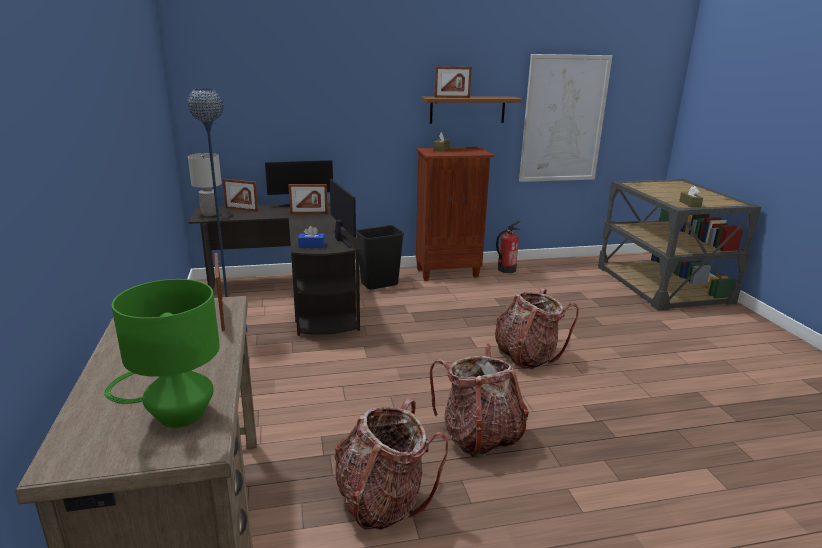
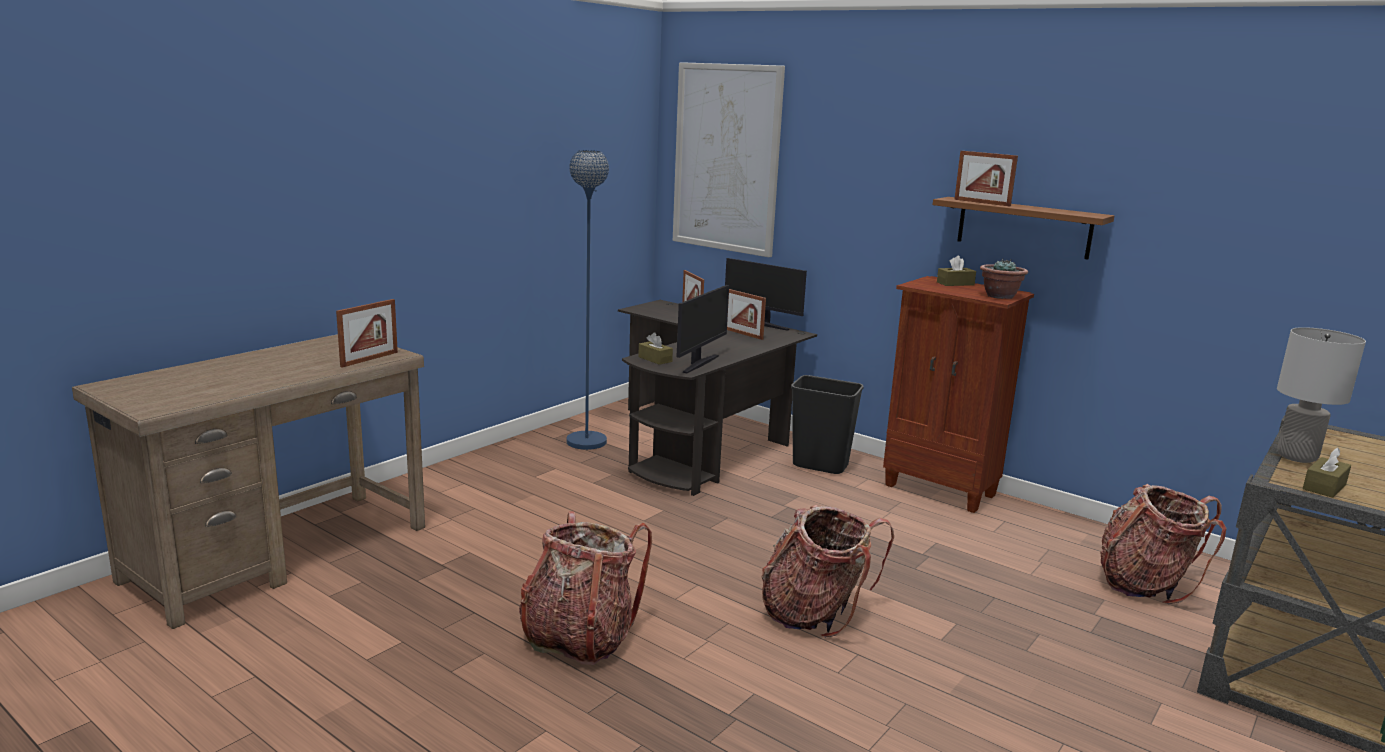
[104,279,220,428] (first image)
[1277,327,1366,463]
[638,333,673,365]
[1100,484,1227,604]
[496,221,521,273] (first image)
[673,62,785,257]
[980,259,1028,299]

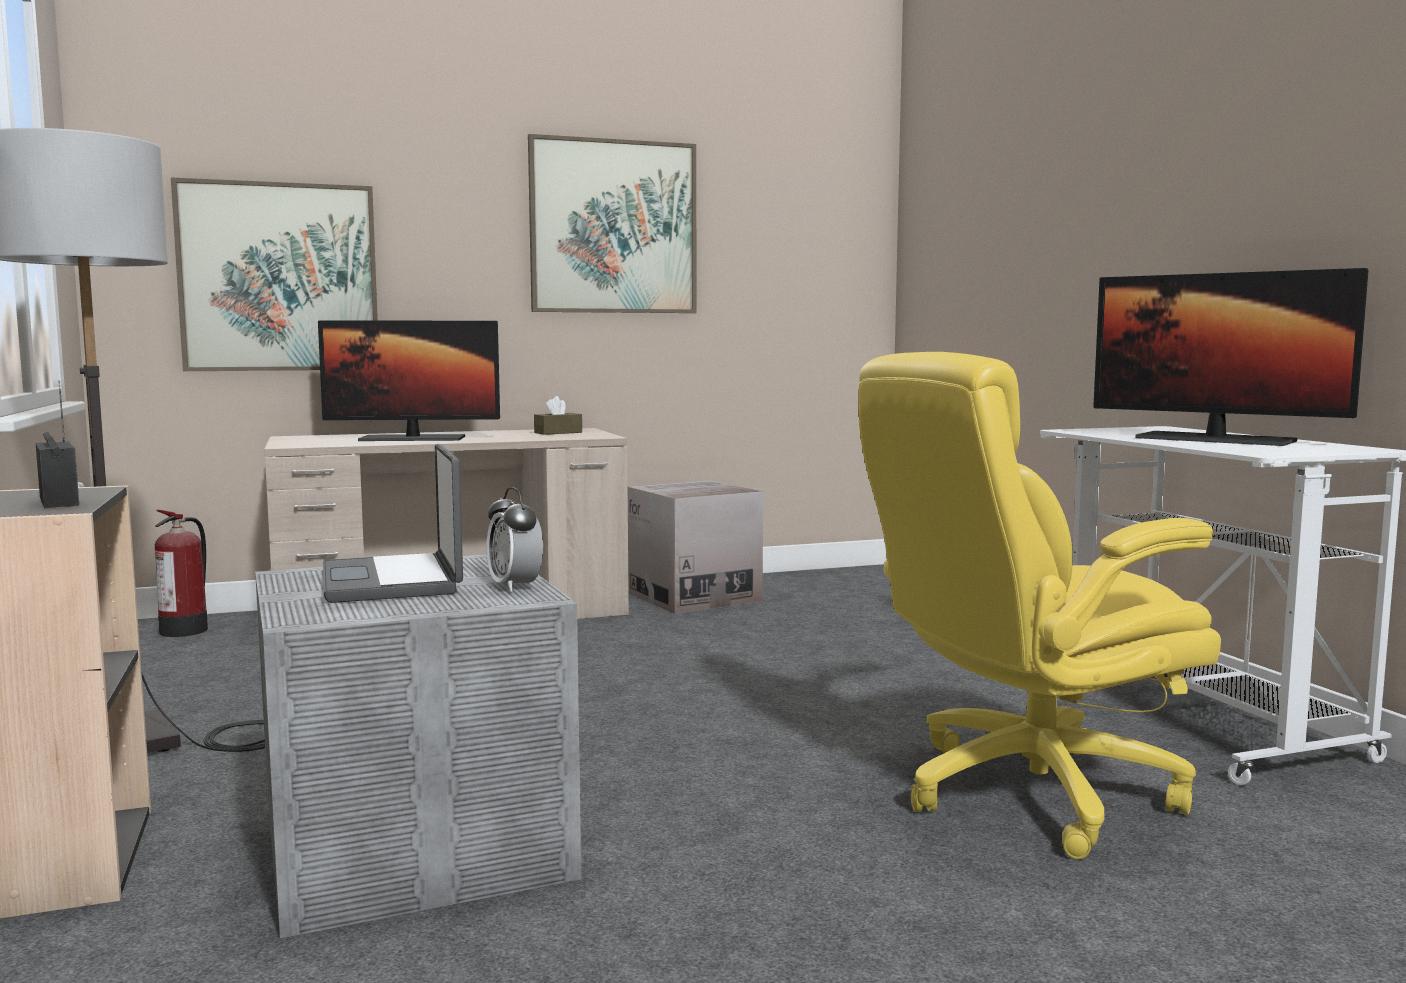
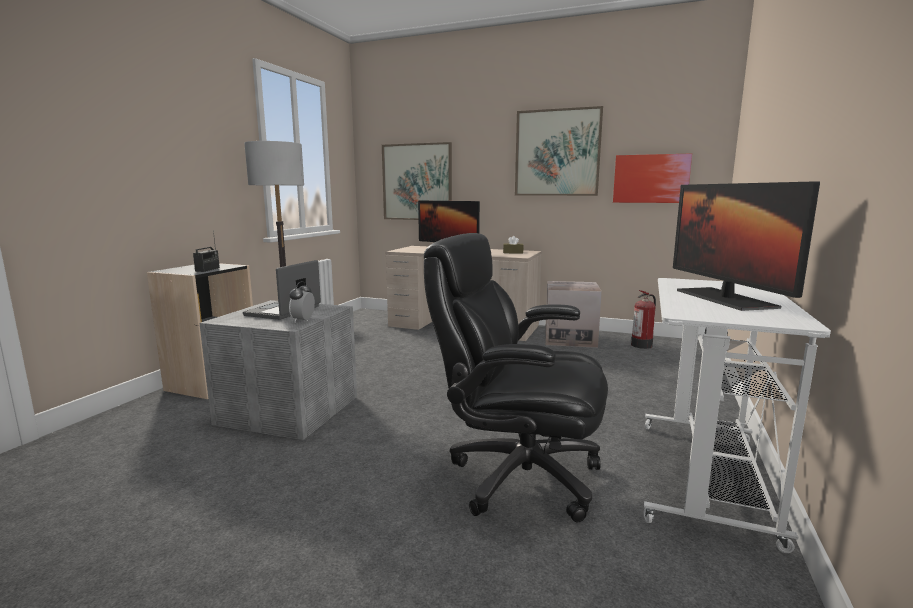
[631,290,656,349]
[424,233,608,522]
[613,153,692,203]

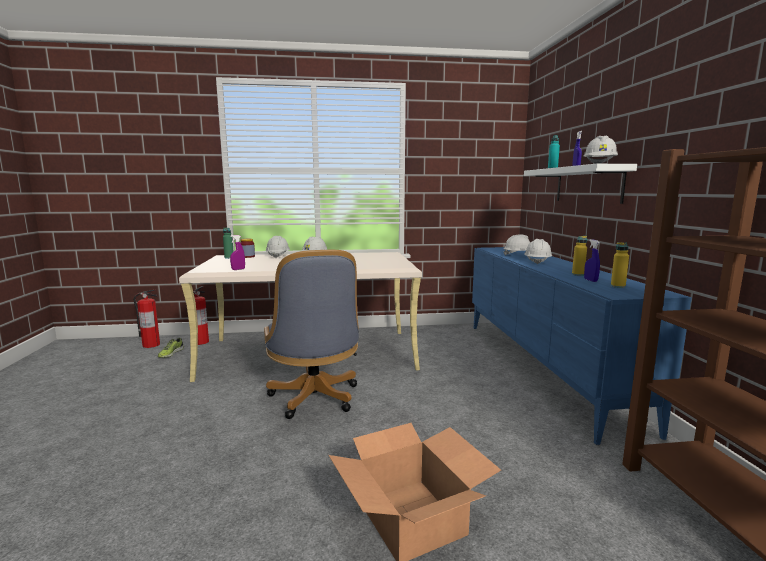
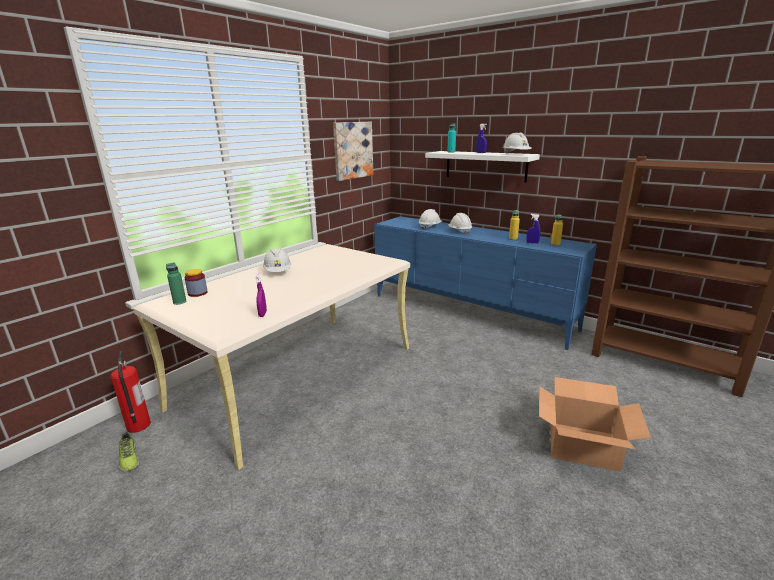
[133,289,160,348] (first image)
[264,250,359,419] (first image)
[266,236,290,258] (first image)
[333,122,373,181]

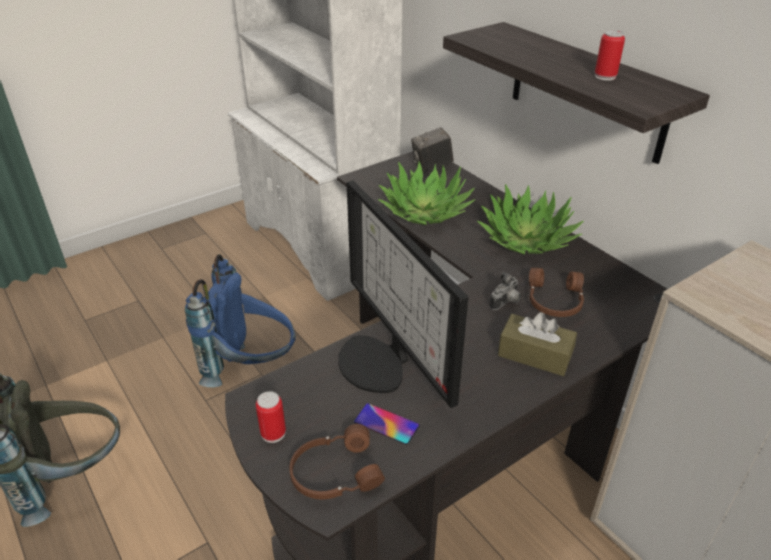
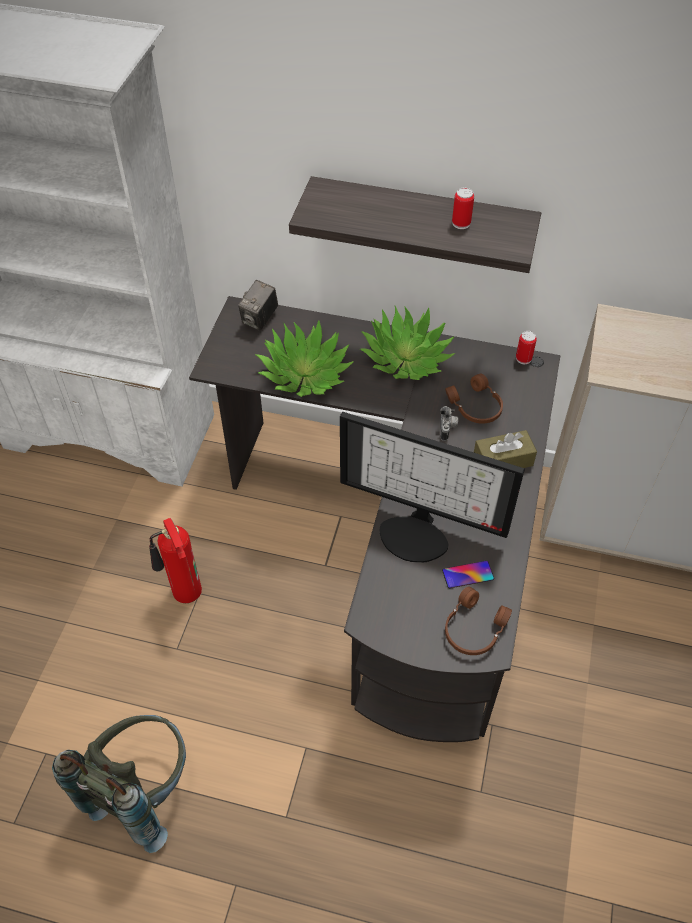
[149,518,202,603]
[516,331,537,364]

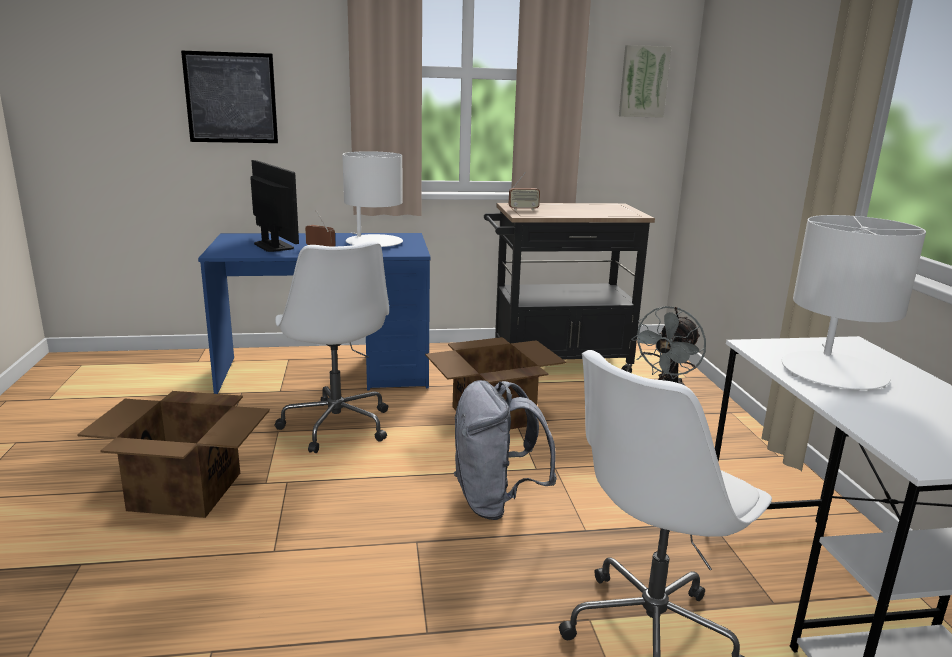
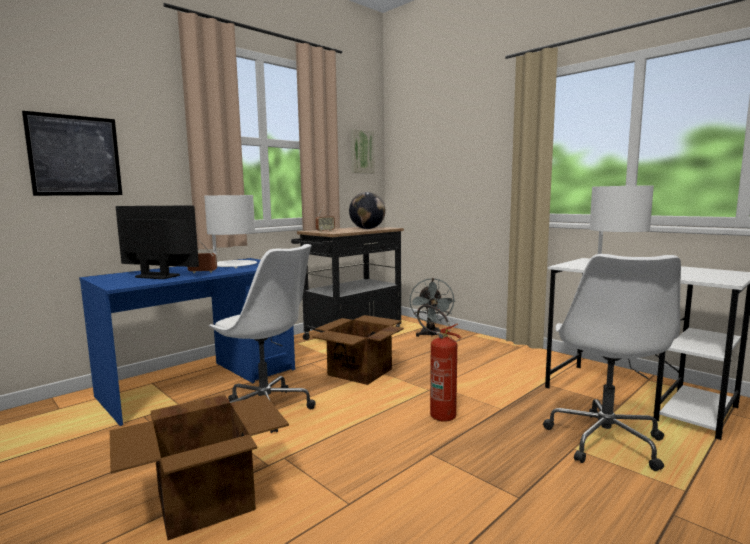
[417,305,461,422]
[349,192,386,229]

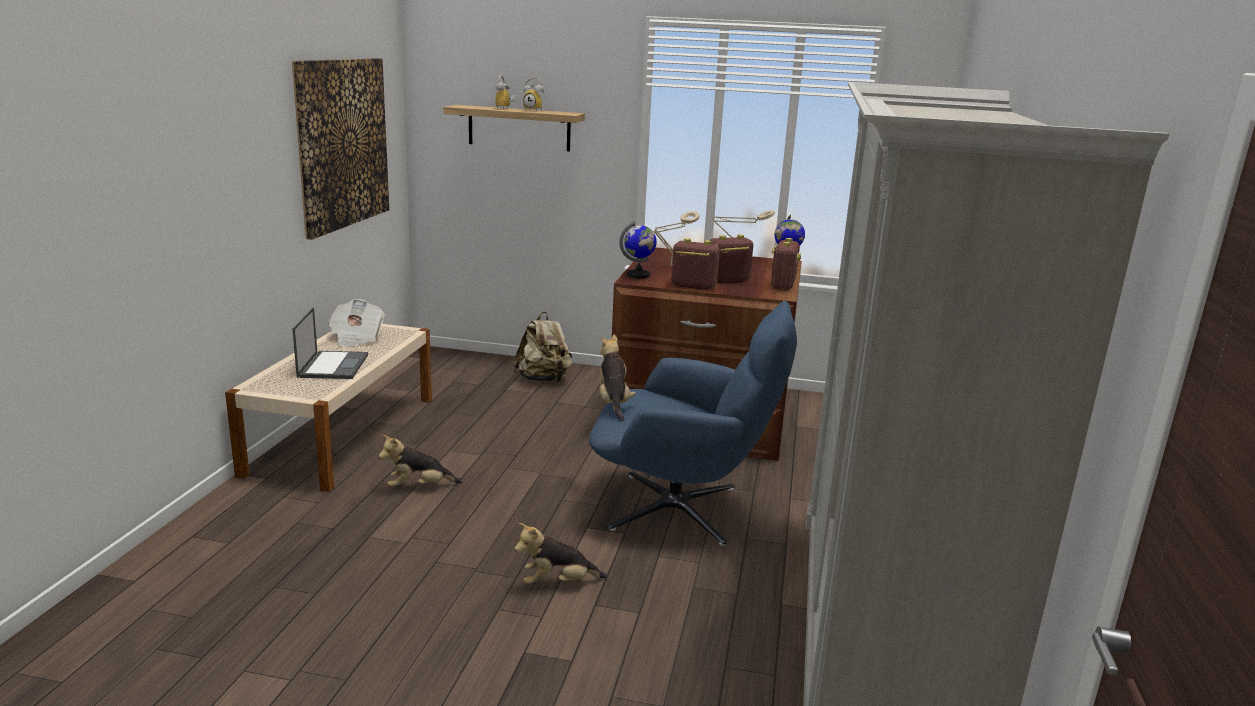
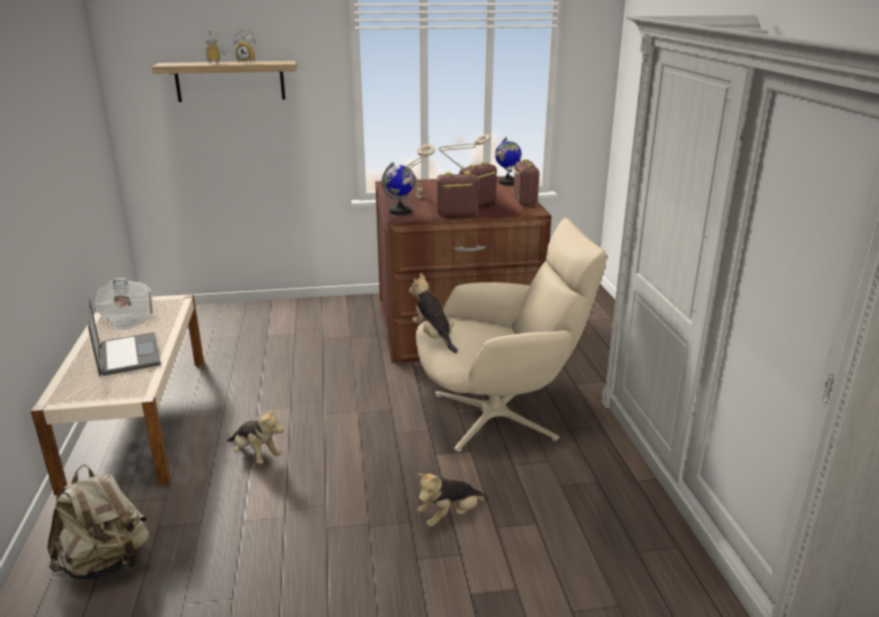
[292,58,389,240] (first image)
[227,408,283,464]
[47,464,149,579]
[416,218,607,452]

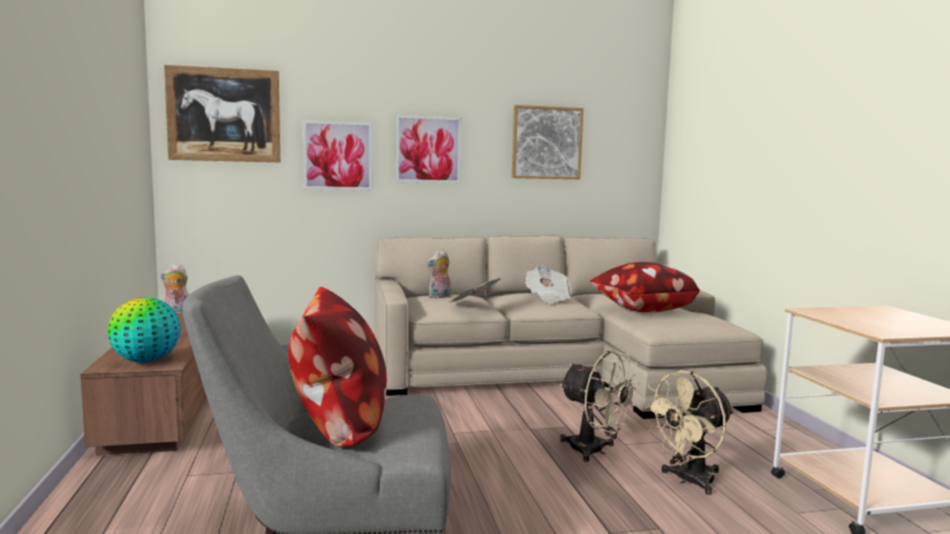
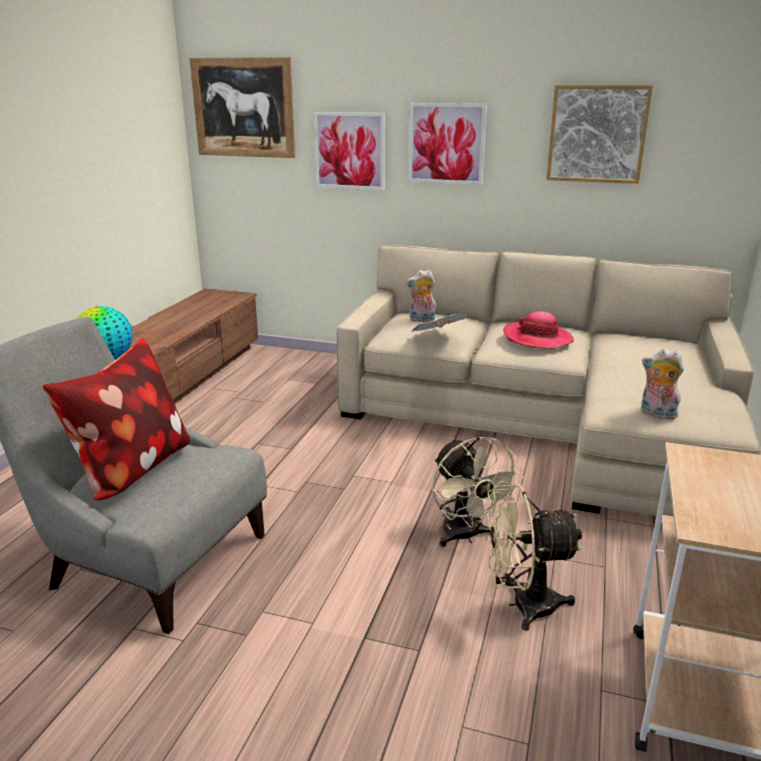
[641,349,684,419]
[503,311,574,349]
[590,262,700,313] (first image)

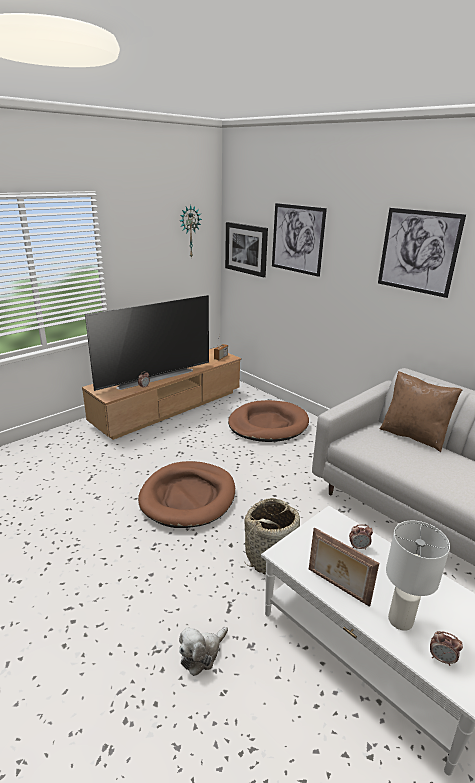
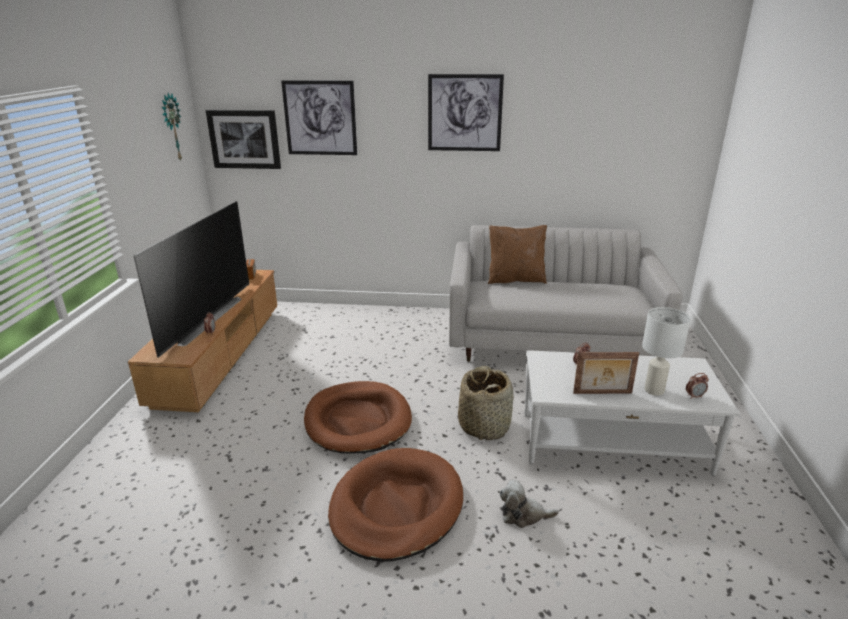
[500,480,559,528]
[328,448,463,562]

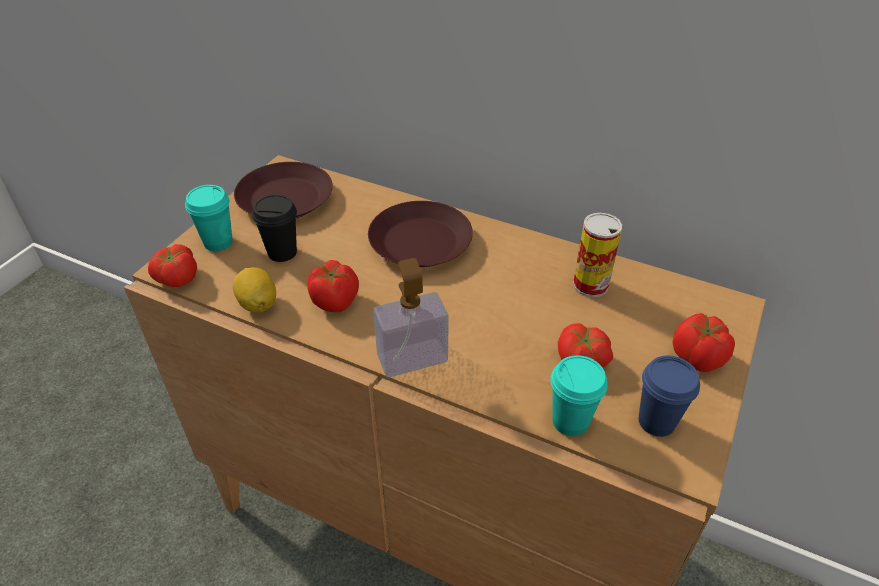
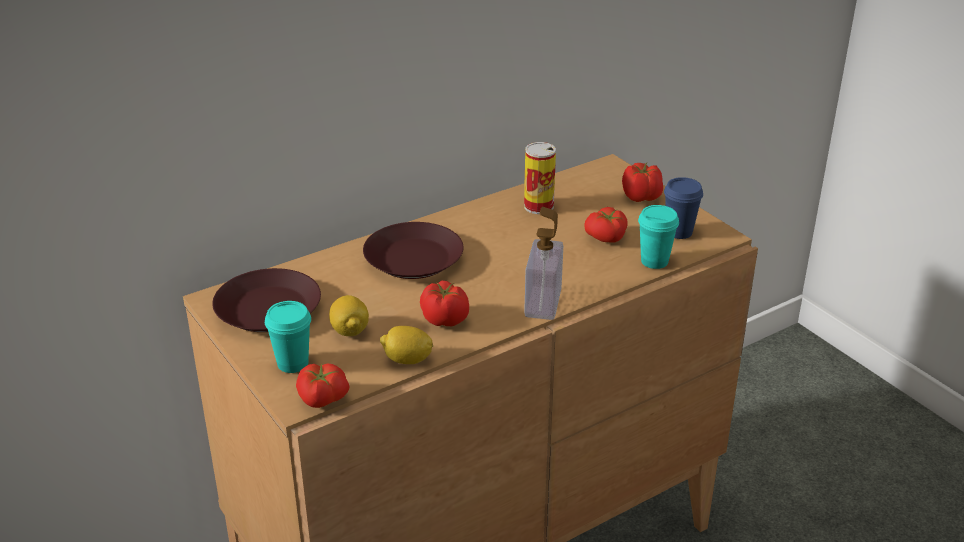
[329,295,369,336]

